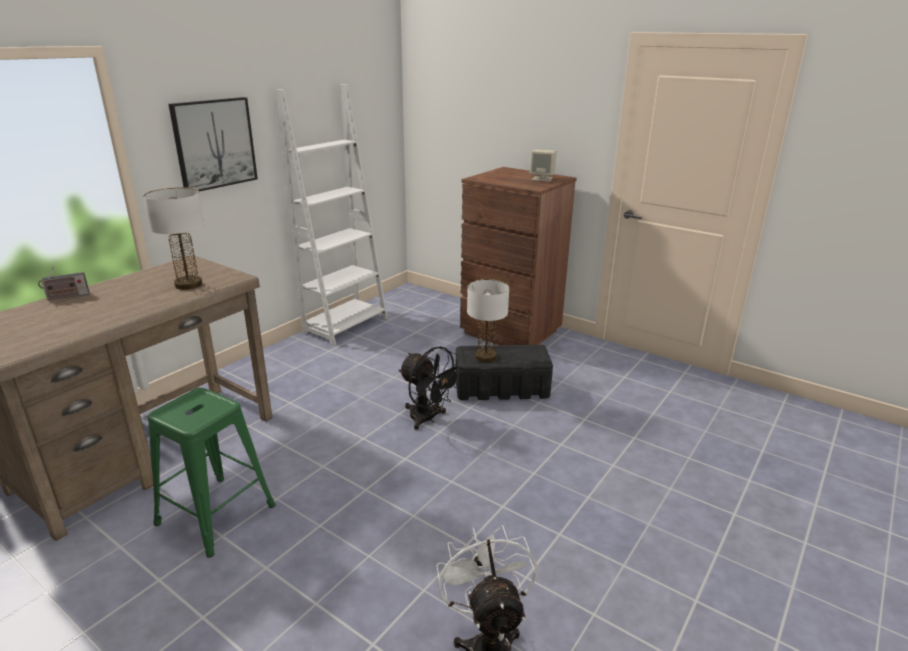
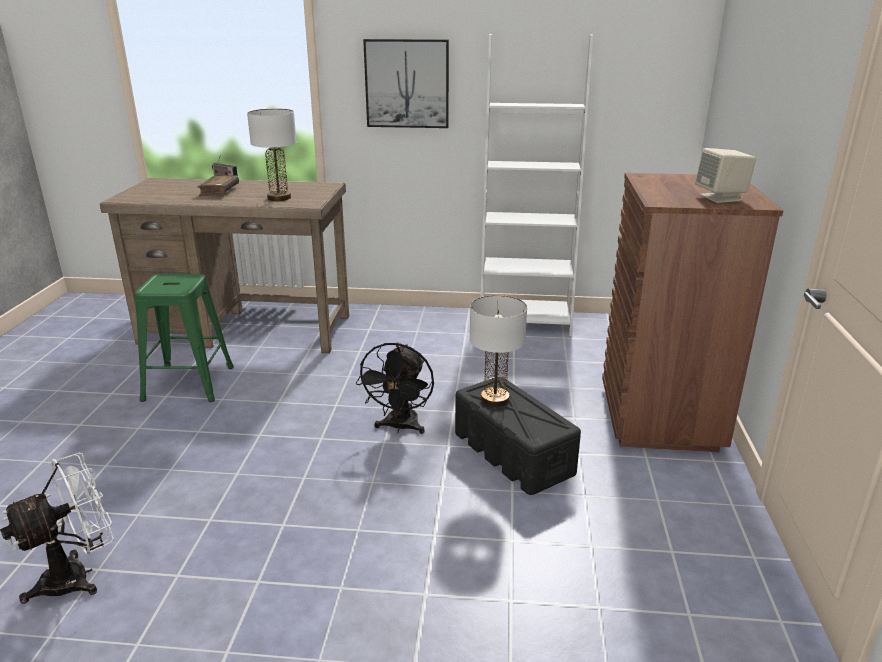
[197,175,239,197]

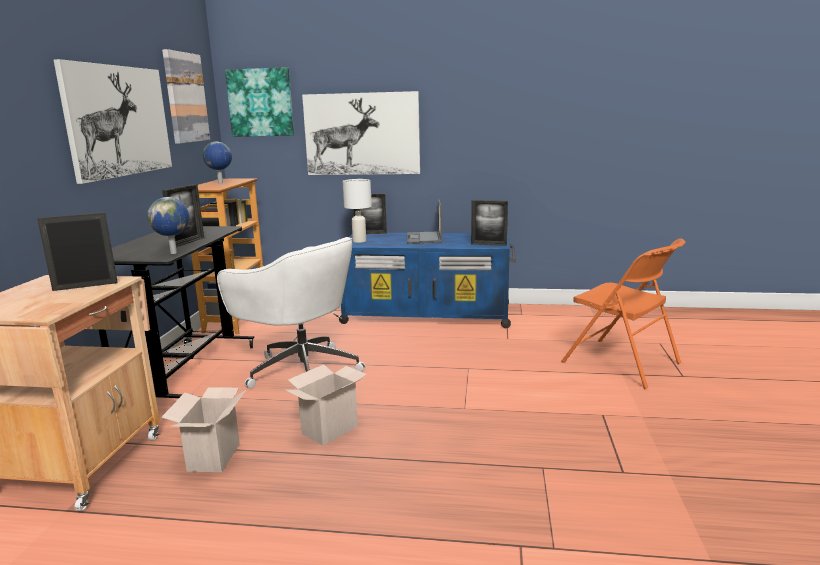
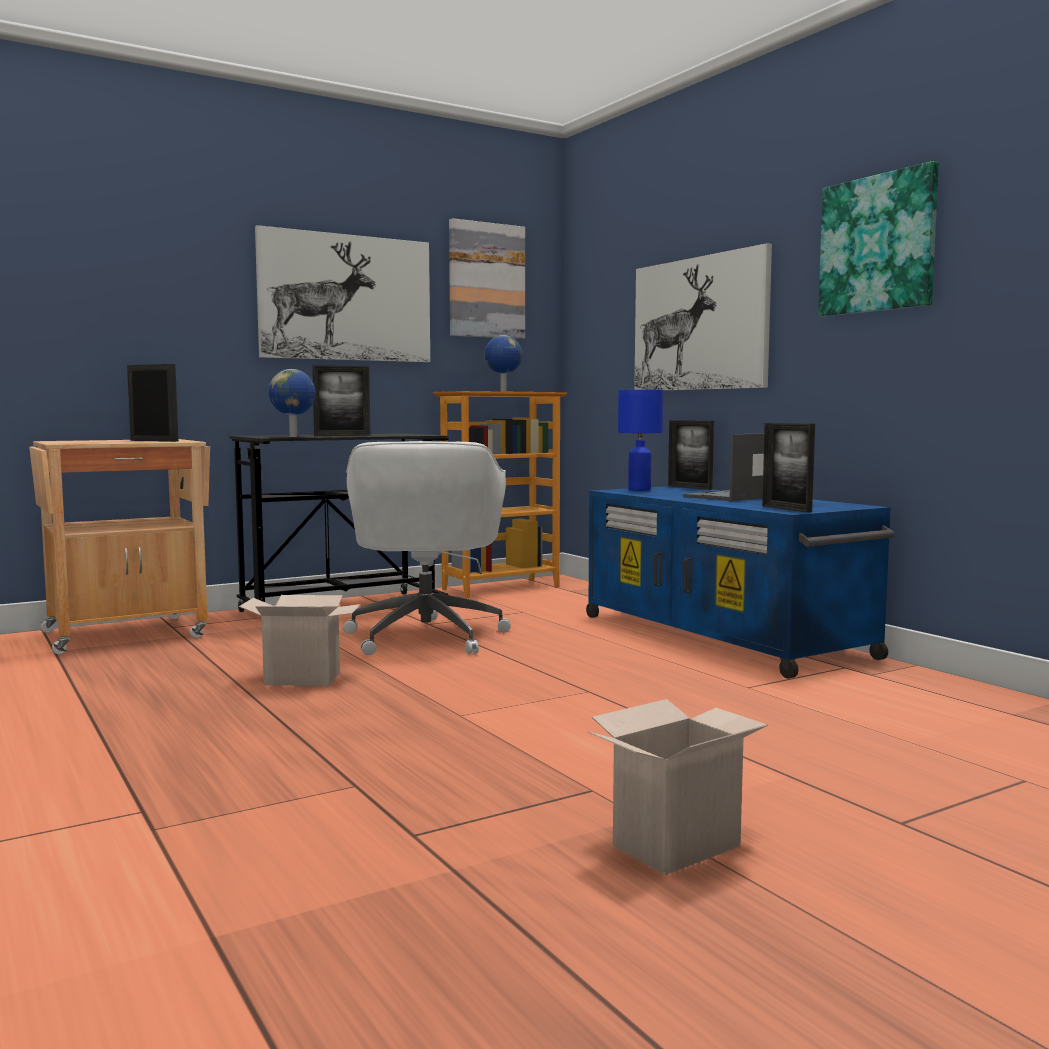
[587,699,768,875]
[818,161,939,316]
[618,389,664,491]
[561,238,685,389] (first image)

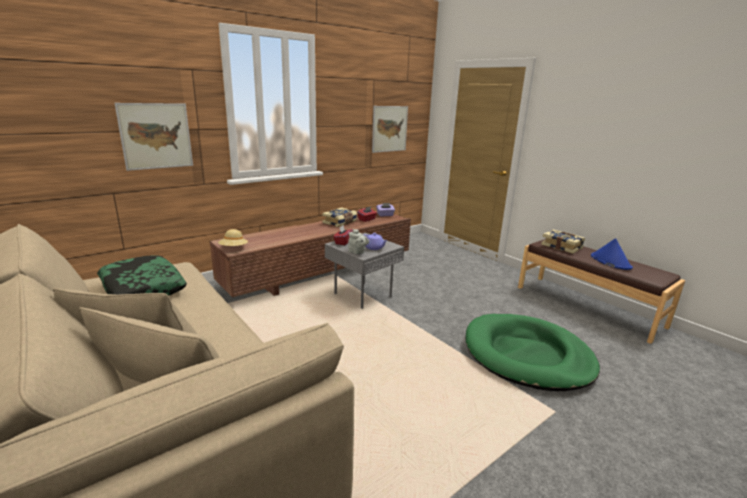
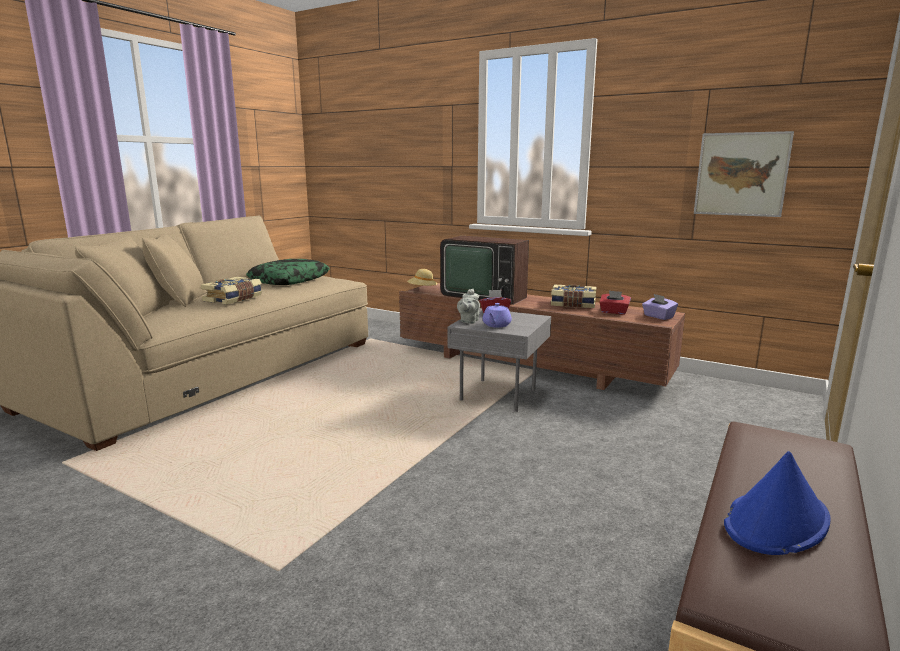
[114,103,193,171] (first image)
[466,314,600,391] (first image)
[201,277,262,304]
[440,236,529,305]

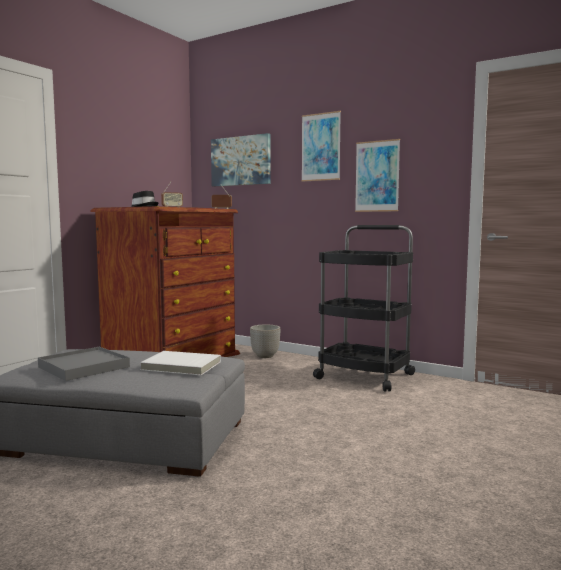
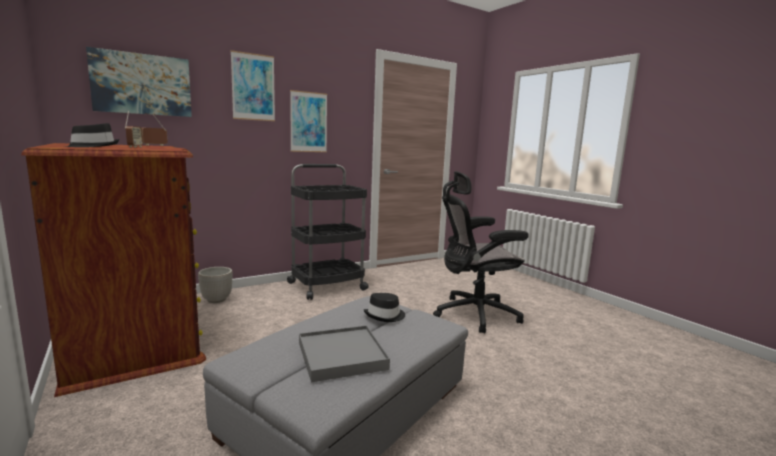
[364,293,405,322]
[433,171,529,333]

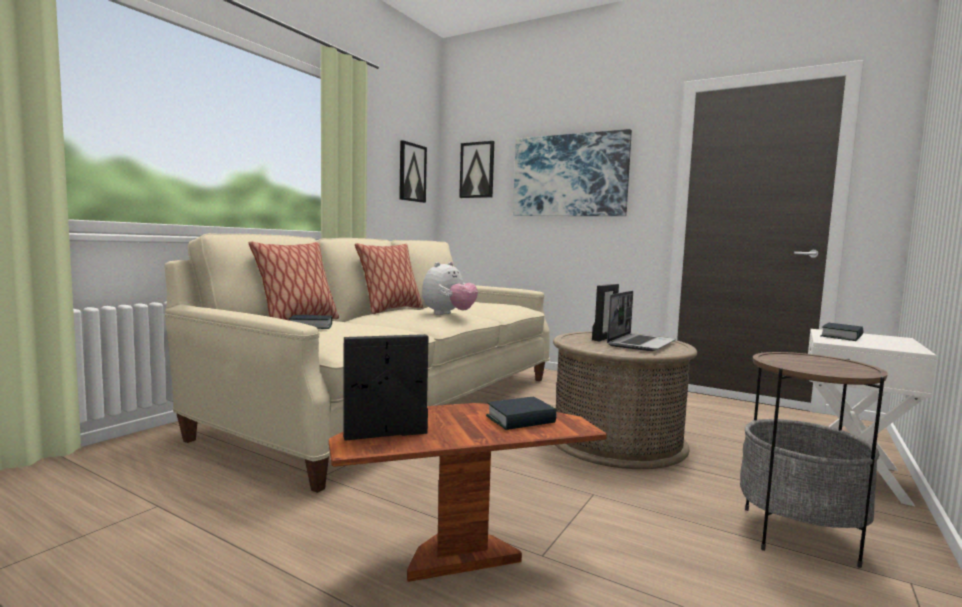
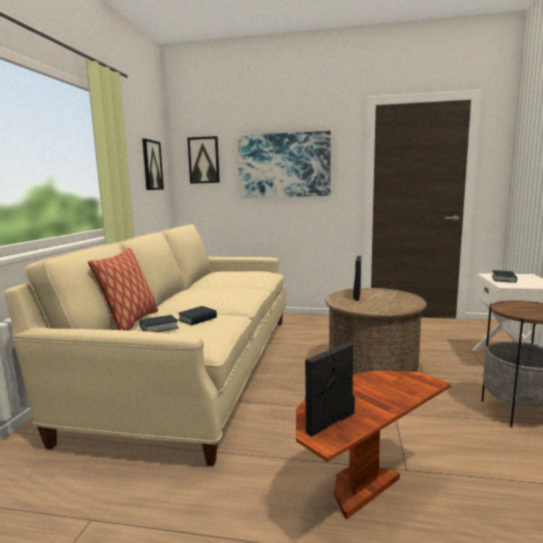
[355,243,423,314] (first image)
[422,262,478,315] (first image)
[178,306,217,326]
[607,291,676,351] (first image)

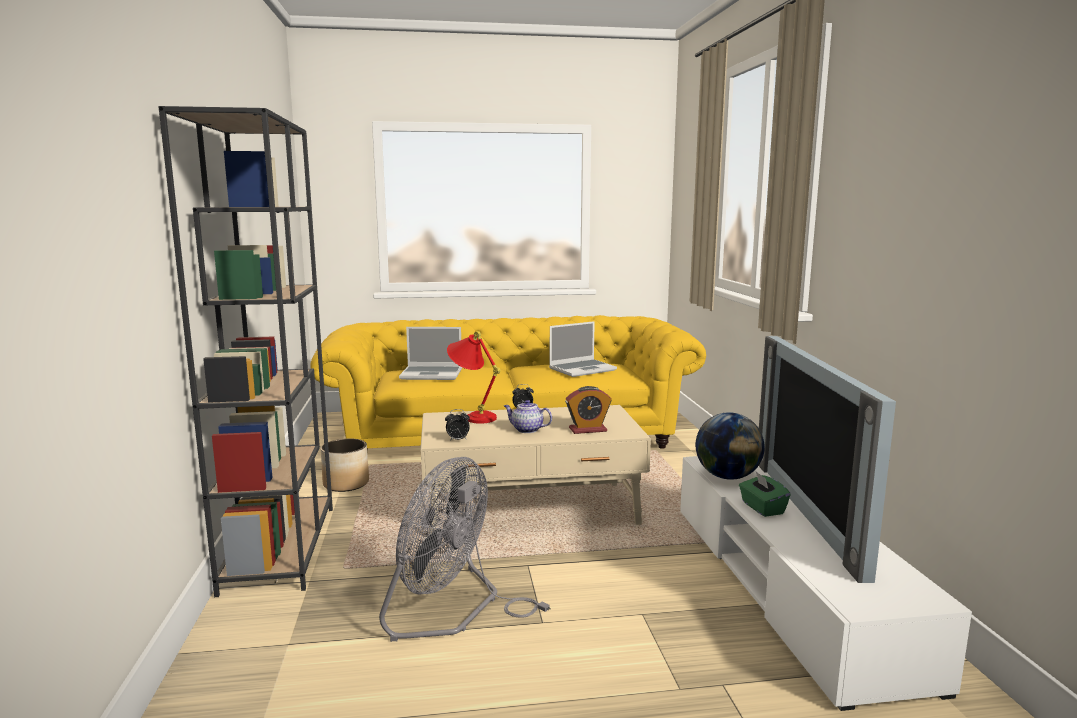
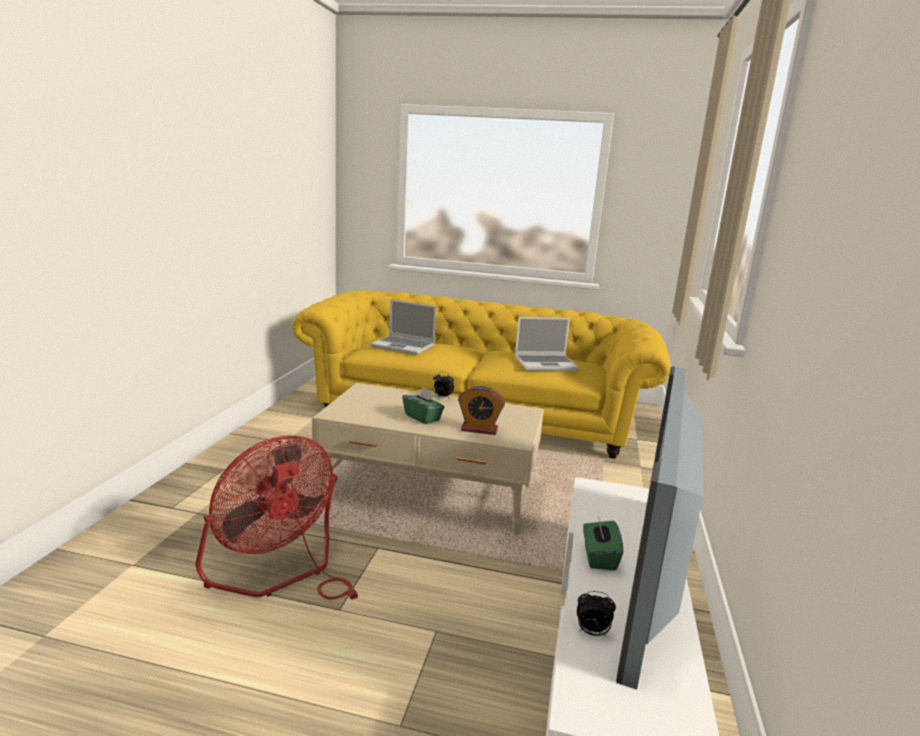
[158,106,333,597] (first image)
[321,438,369,492] (first image)
[196,436,358,600]
[577,591,616,636]
[447,331,501,424] (first image)
[402,386,445,424]
[696,412,765,480] (first image)

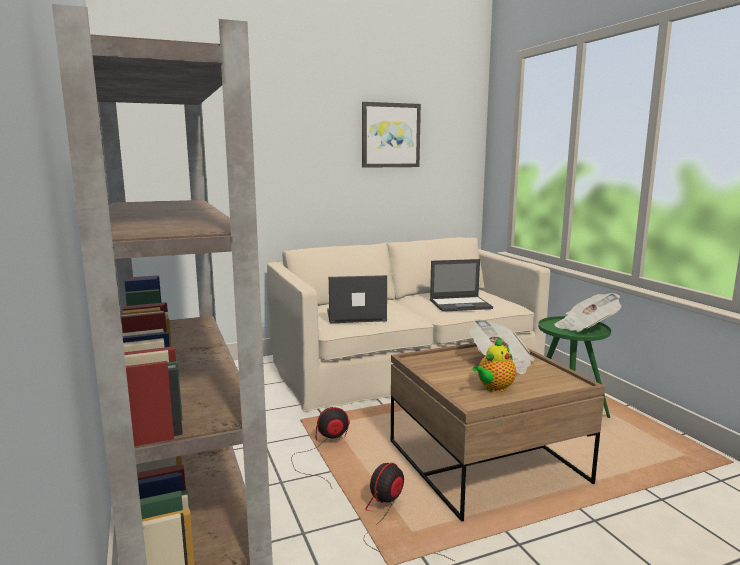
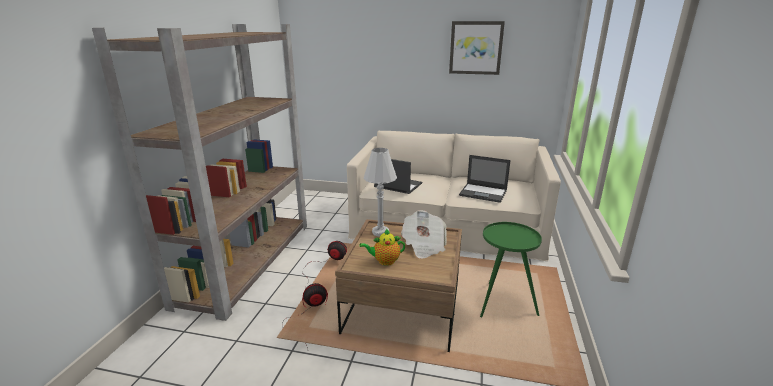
[555,293,622,332] (first image)
[364,148,397,237]

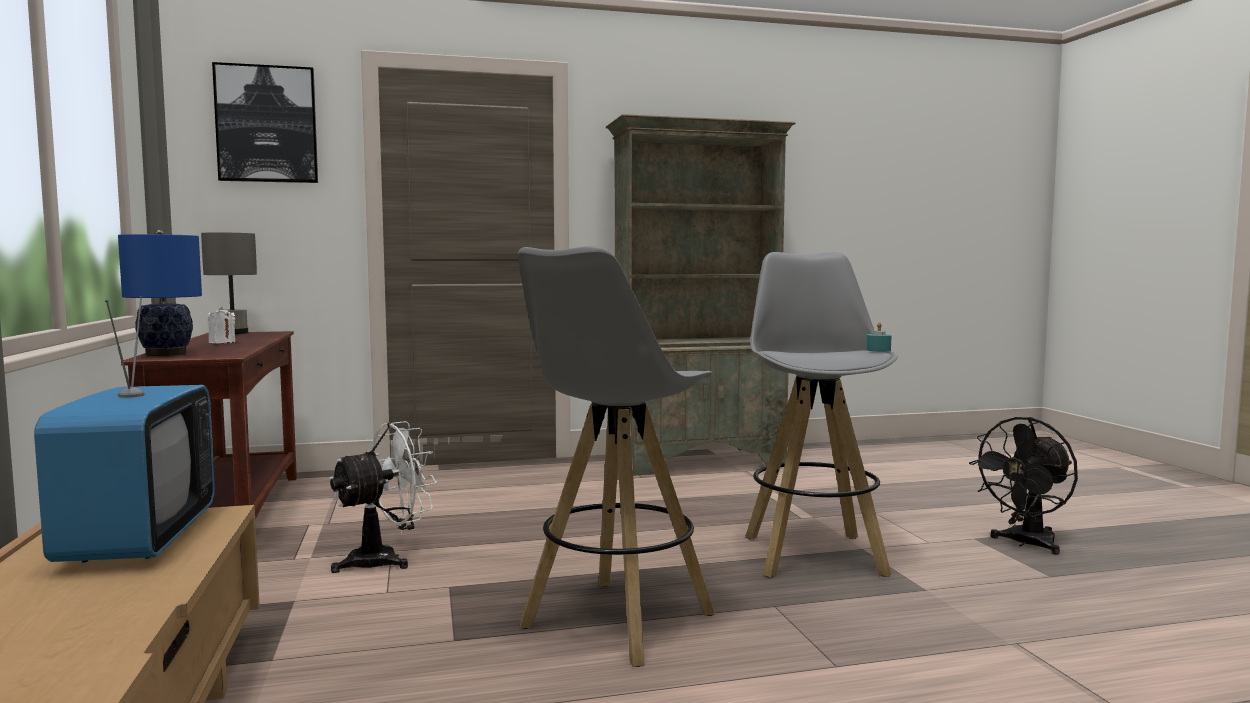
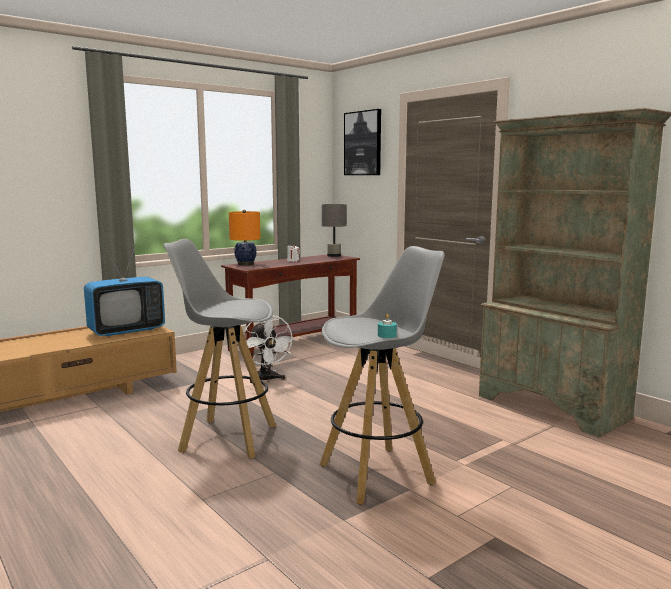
[229,210,261,265]
[243,315,295,383]
[969,417,1078,555] (first image)

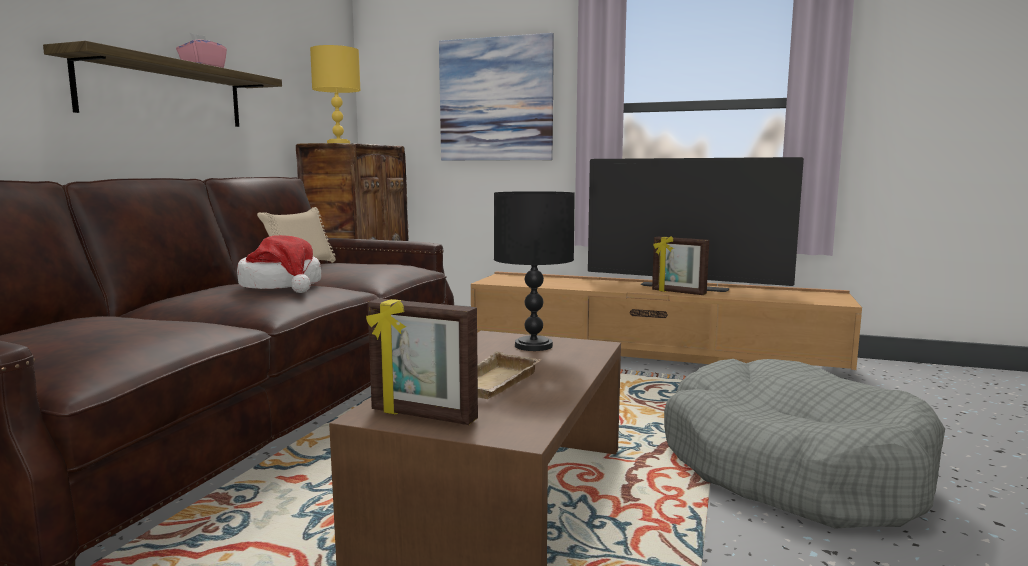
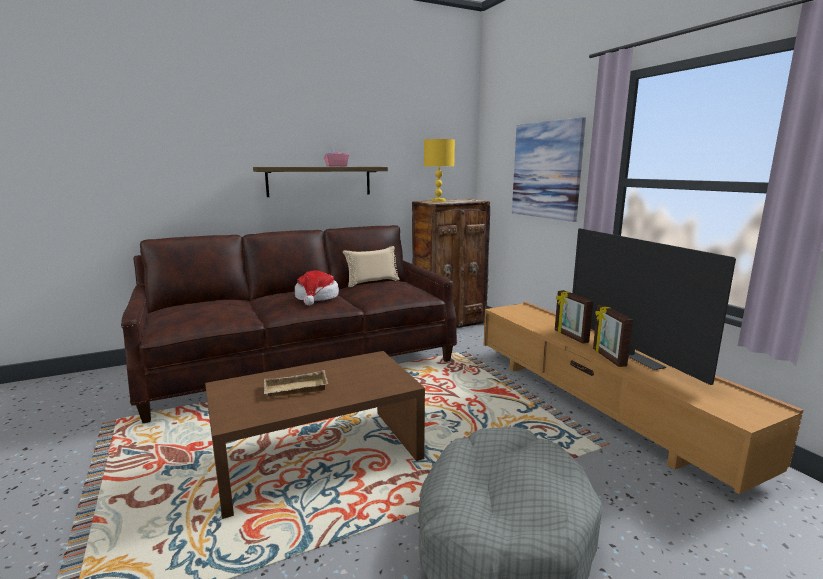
[555,290,593,344]
[494,191,575,351] (first image)

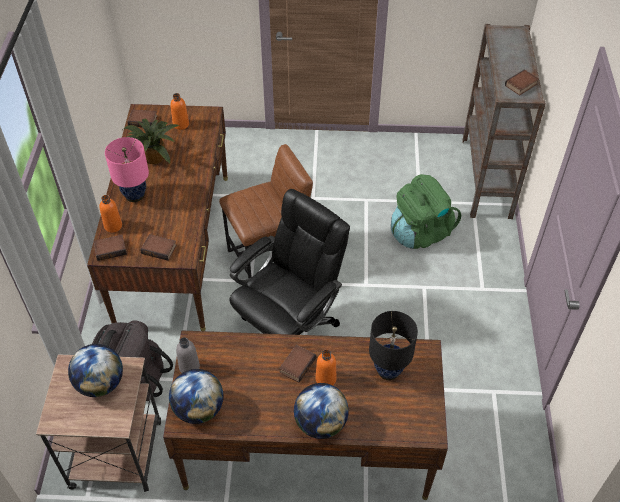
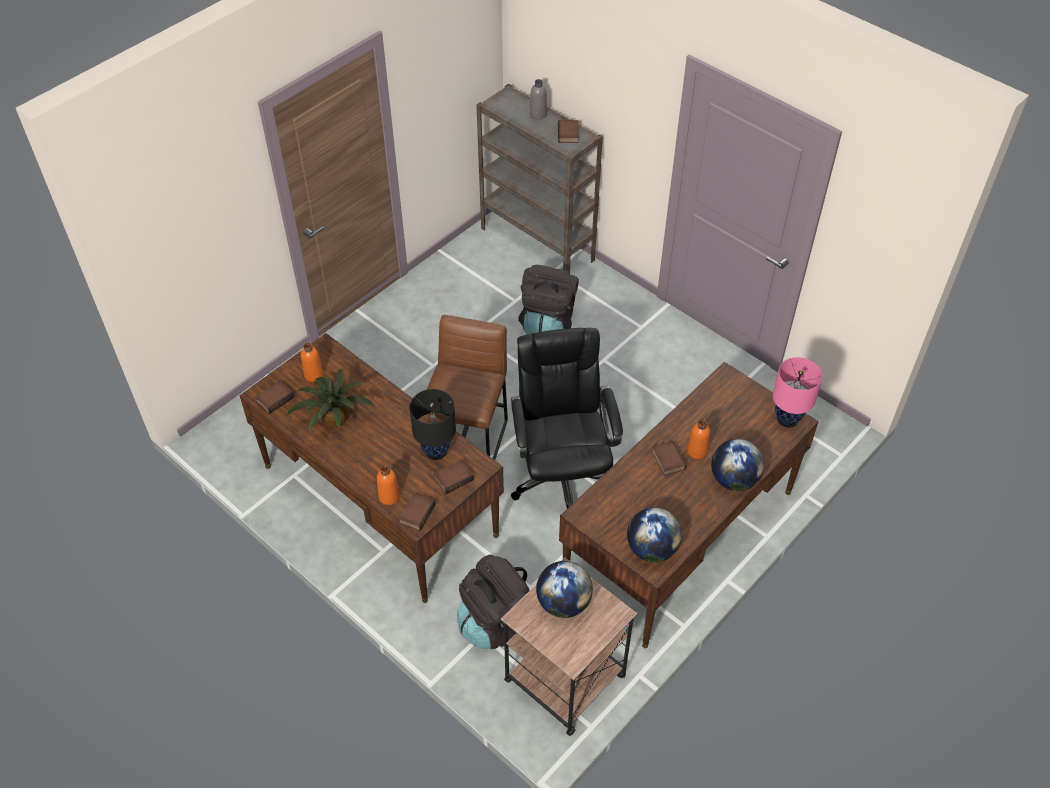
[773,357,823,428]
[530,79,547,120]
[410,389,456,460]
[518,265,579,335]

